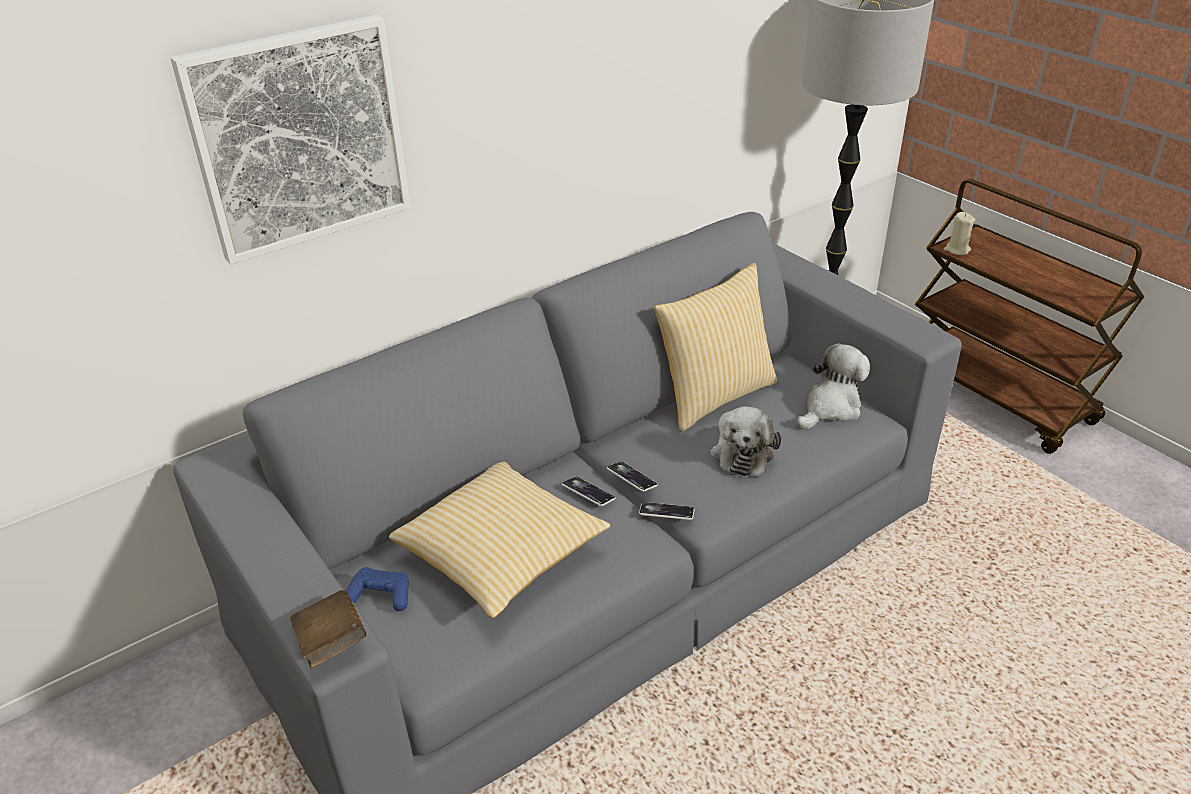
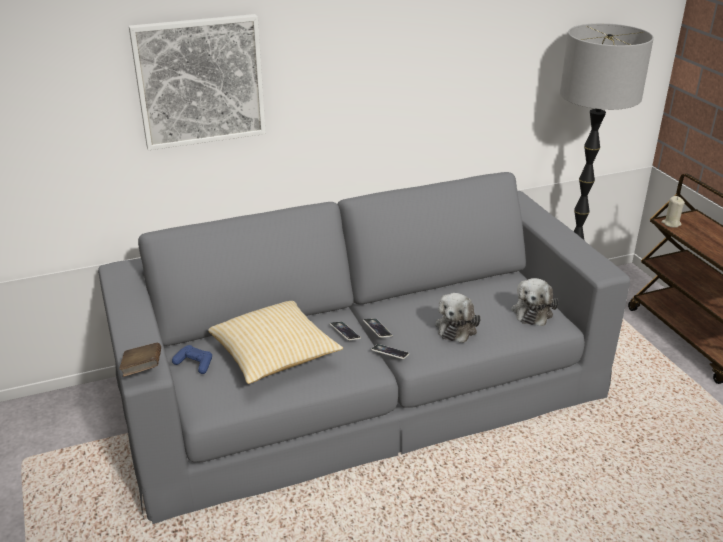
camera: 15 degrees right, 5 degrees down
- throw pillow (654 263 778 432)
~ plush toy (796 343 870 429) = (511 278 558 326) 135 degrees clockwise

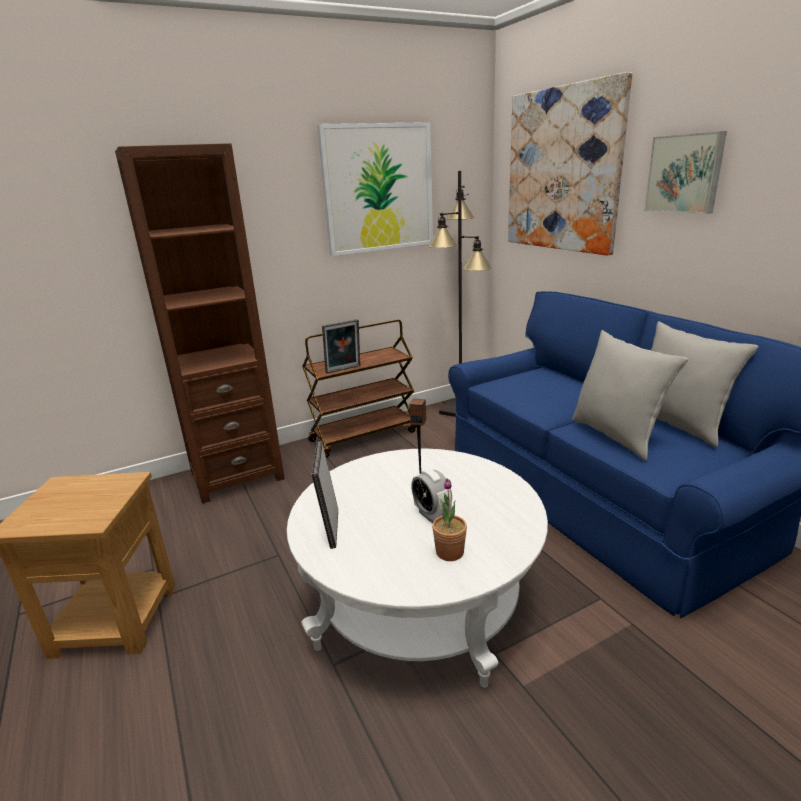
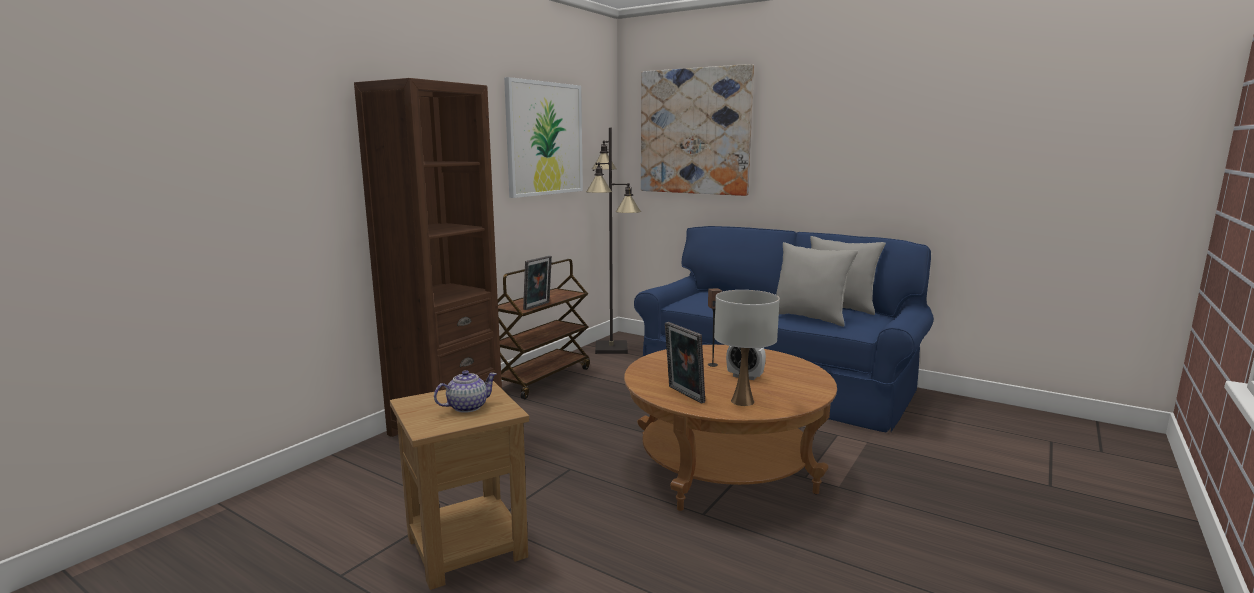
camera: 30 degrees left, 10 degrees down
- wall picture (644 131 727 214)
~ low table/white (287 449 548 688) to low table/brown (624 345 837 511)
- houseplant (432 479 467 561)
+ table lamp/white (714 290 780 406)
+ teapot (434 370 497 413)

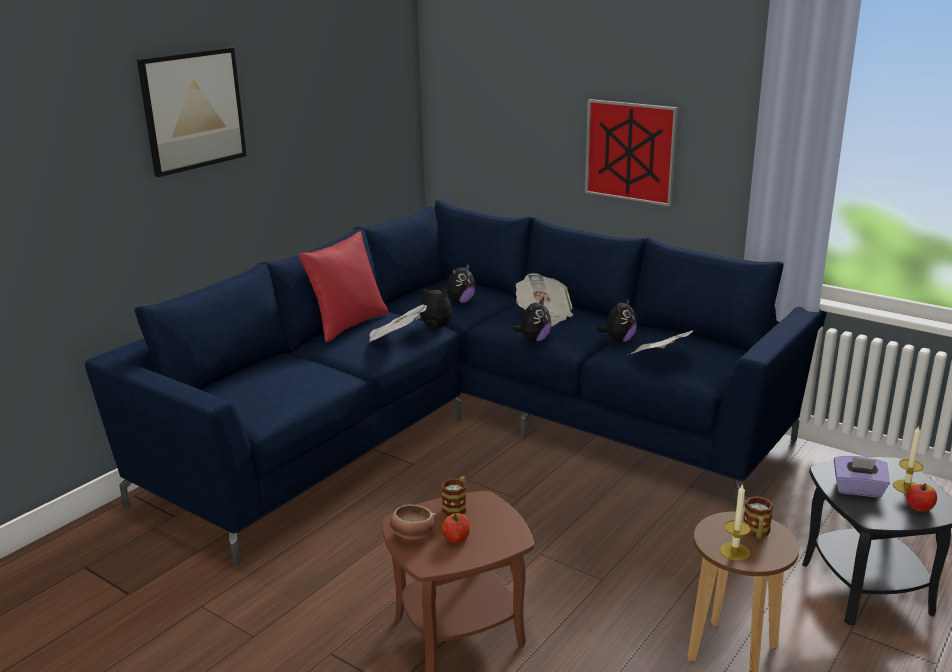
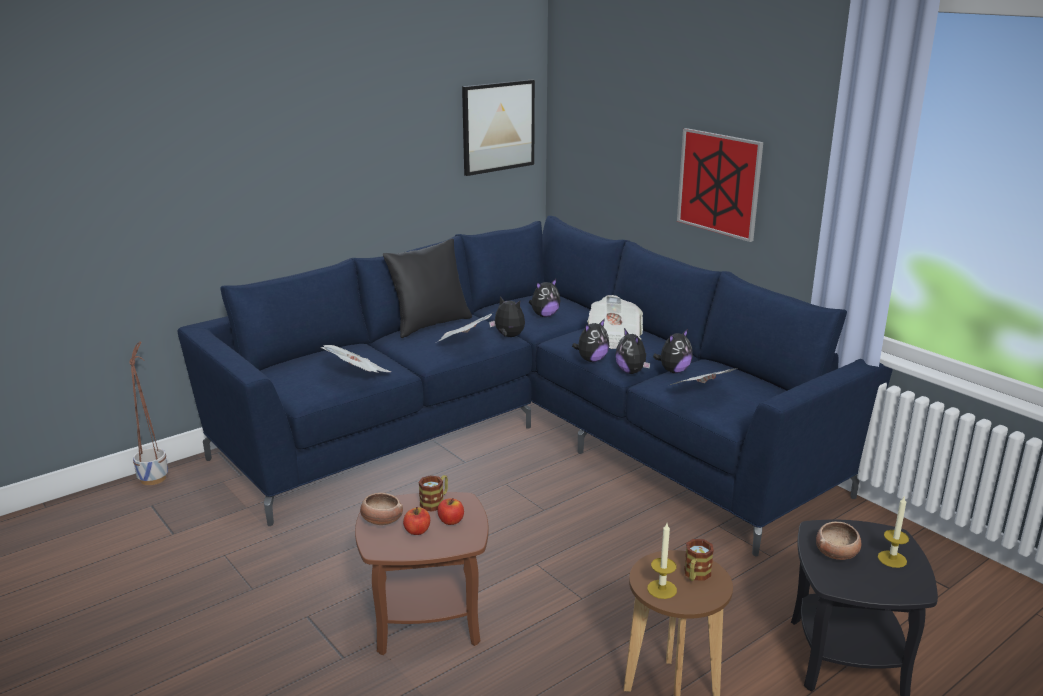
camera: 15 degrees right, 0 degrees up
~ wall picture (137 47 247 177) to (462 80 535 176)
~ throw pillow/reddish (299 231 388 343) to throw pillow/black-coloured (383 238 472 338)
~ box of tissues/purplish (834 456 890 497) to deep dish (816 522 861 560)
~ apple fruit (906 483 937 512) to (437 498 464 525)
+ plush toy (615 328 650 374)
+ flower pot (129 341 168 485)
+ printed paper (321 345 391 373)

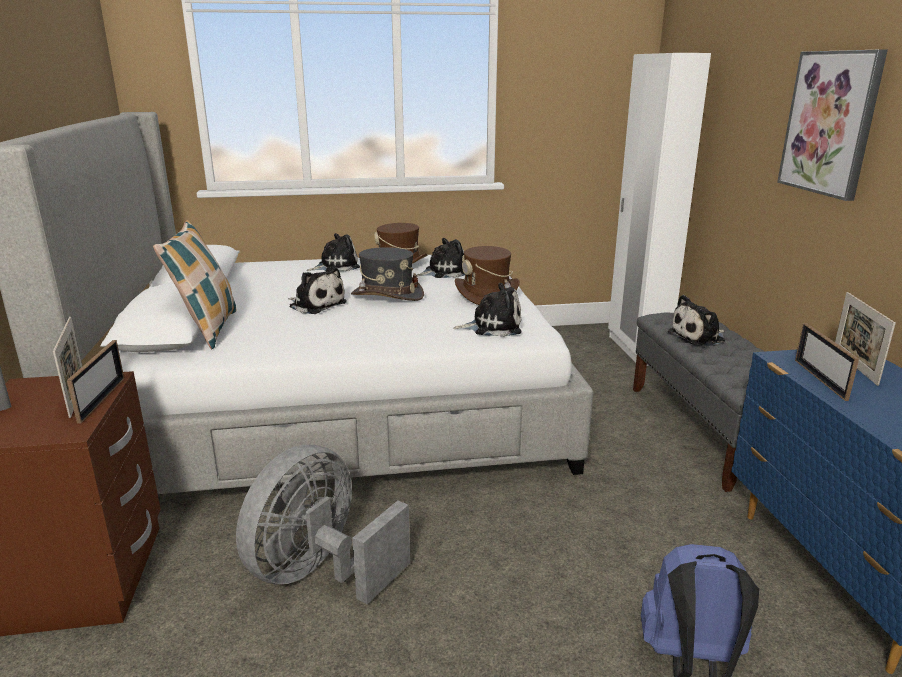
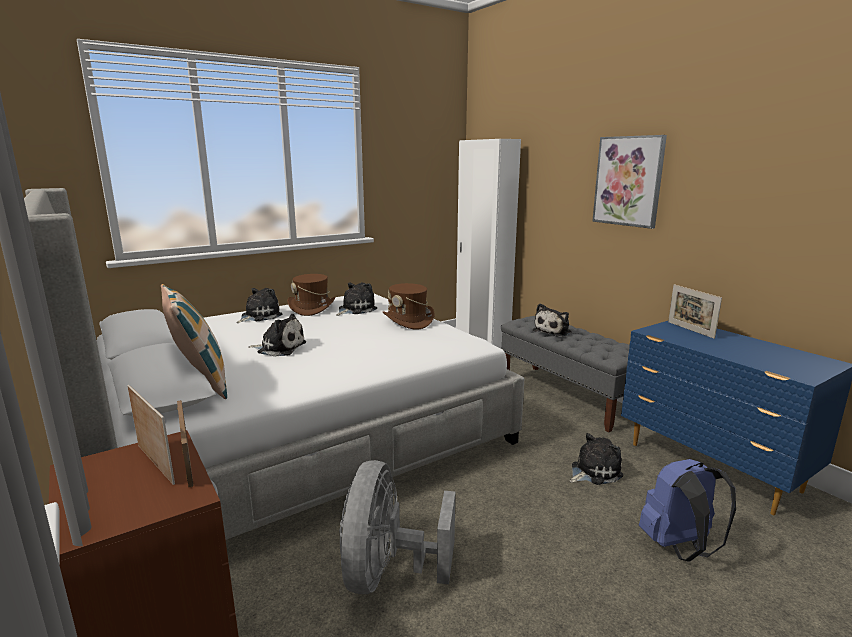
camera: 25 degrees left, 5 degrees down
- wearable hat/gray (351 247 424 301)
~ plush toy (453 283 522 337) to (570 433 623 485)
- standing frame (795 323 859 401)

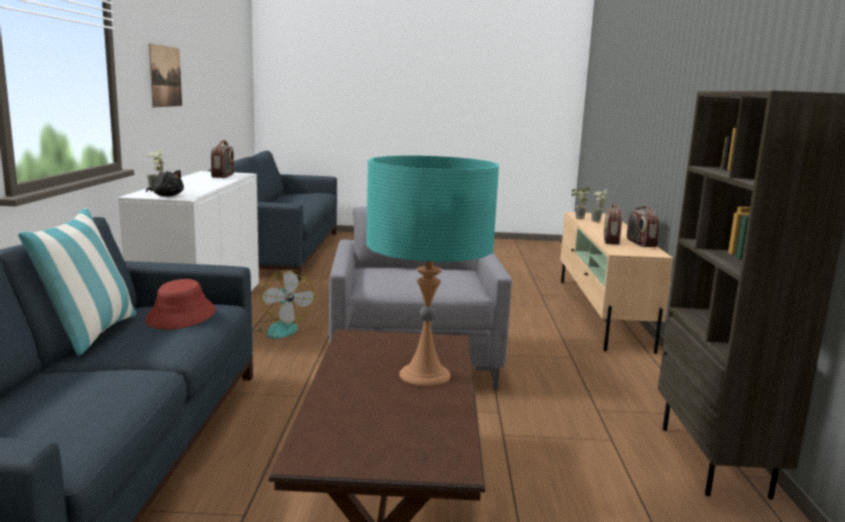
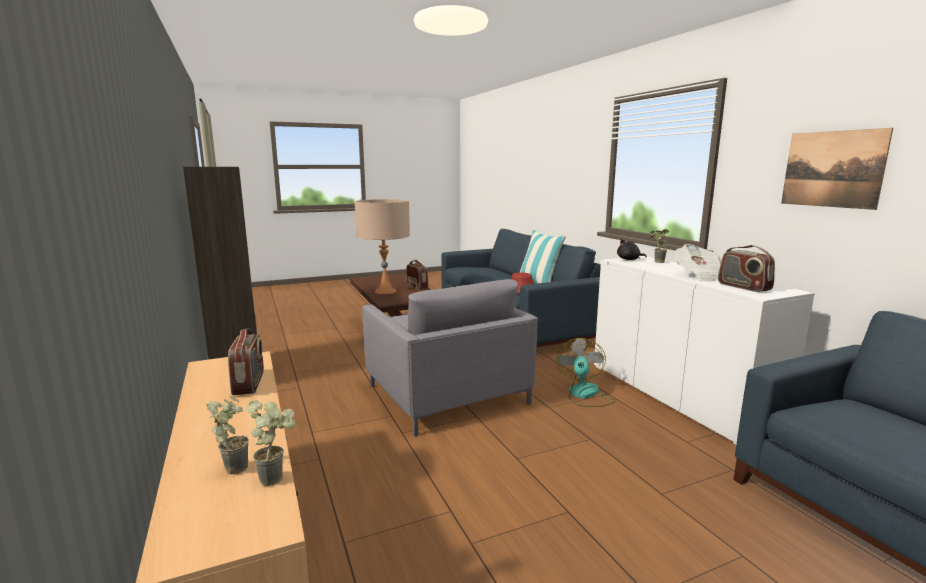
camera: 155 degrees right, 0 degrees up
~ table lamp/turquoise-coloured (366 155 499 386) to table lamp/beige (355 199 410 294)
~ radio (627 206 660 247) to (406 260 428 289)
~ cooling fan (252 270 315 339) = (556 338 615 407) 60 degrees clockwise
+ printed paper (676 244 721 282)

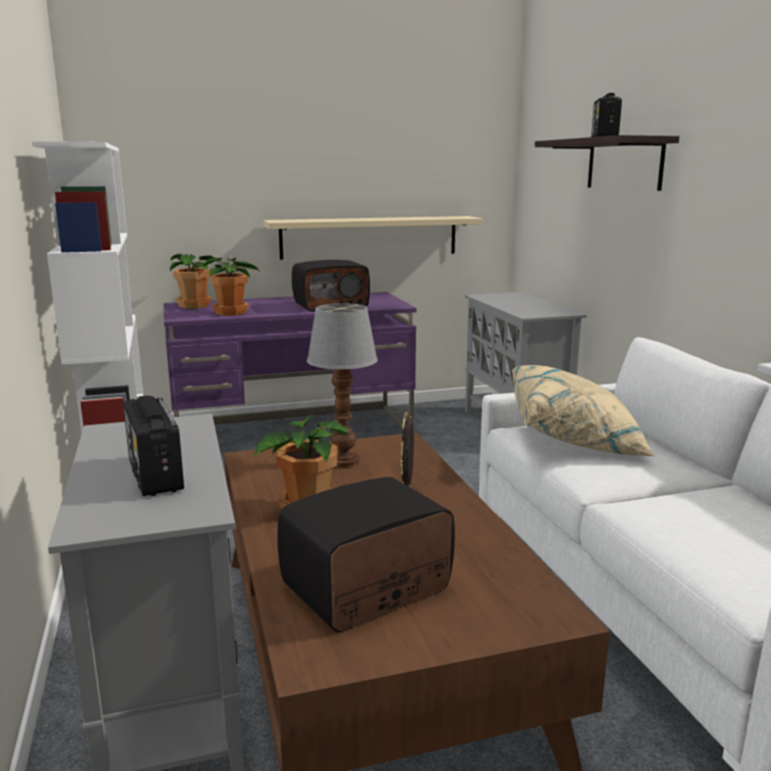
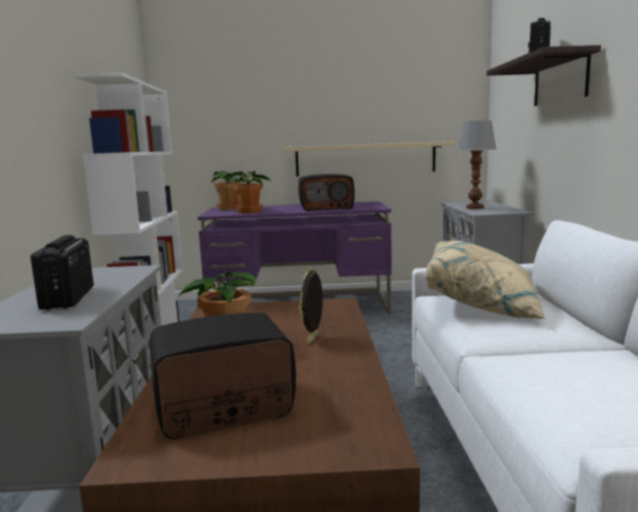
camera: 15 degrees right, 5 degrees down
~ table lamp (307 303 378 469) to (457 120 496 209)

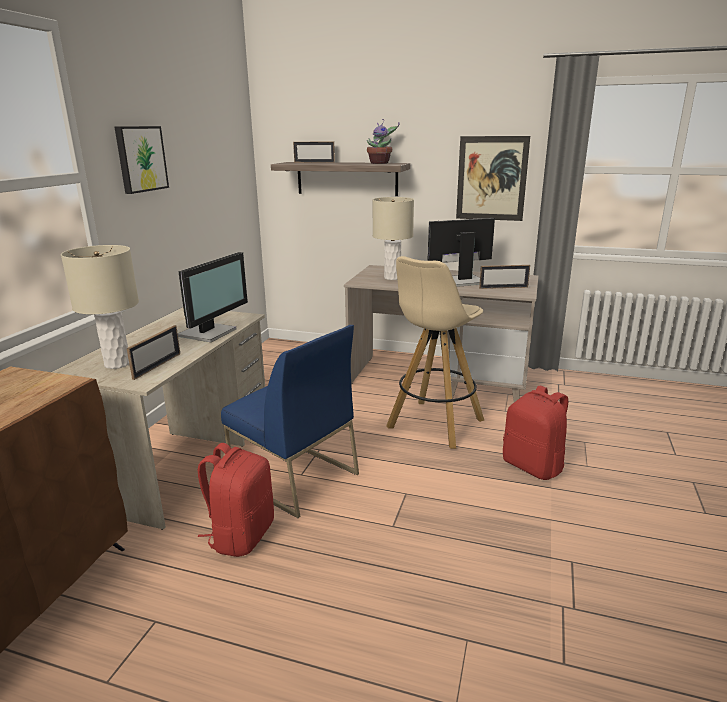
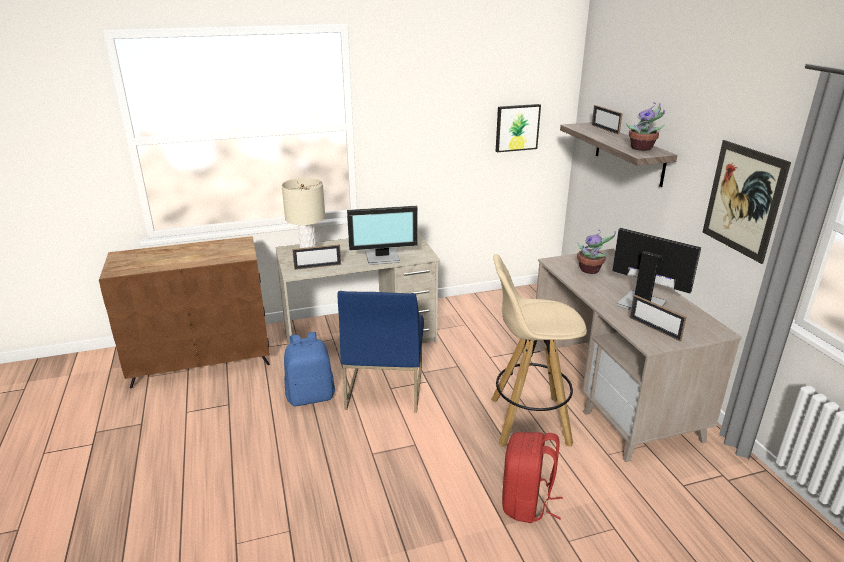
camera: 55 degrees right, 5 degrees up
~ wall picture (115 126 169 194) to (496 104 541 152)
~ table lamp/beige (373 197 414 280) to houseplant (577 230 616 274)
~ backpack/reddish (198 443 274 557) to backpack/blue (284 332 335 406)

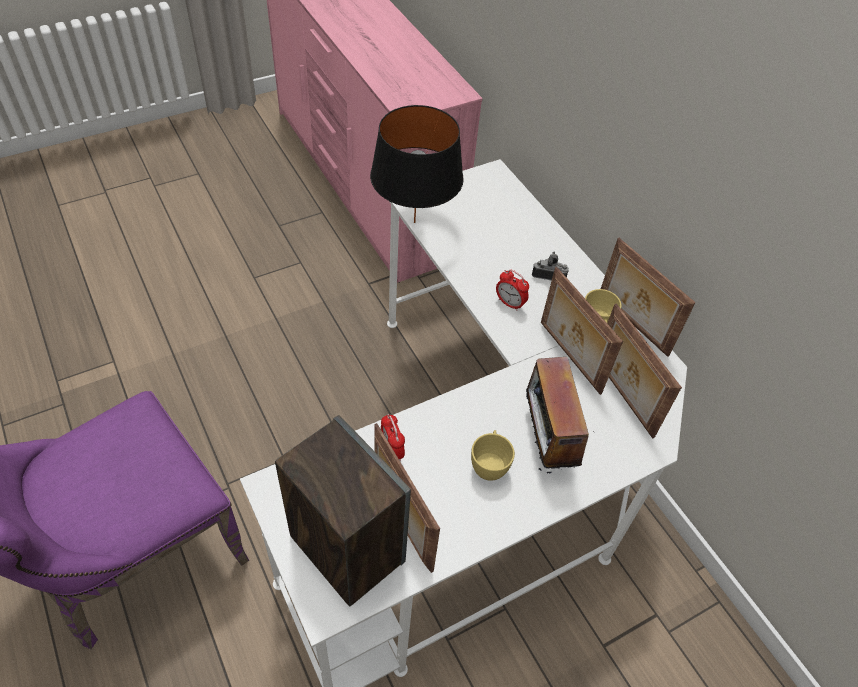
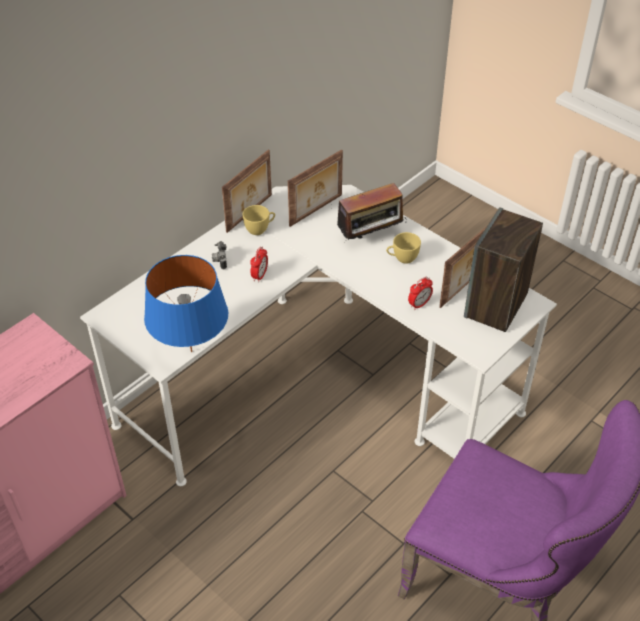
camera: 105 degrees left, 5 degrees down
~ table lamp/black-coloured (370 105 464 223) to table lamp/blue (144 255 228 352)
- standing frame (541 267 623 395)

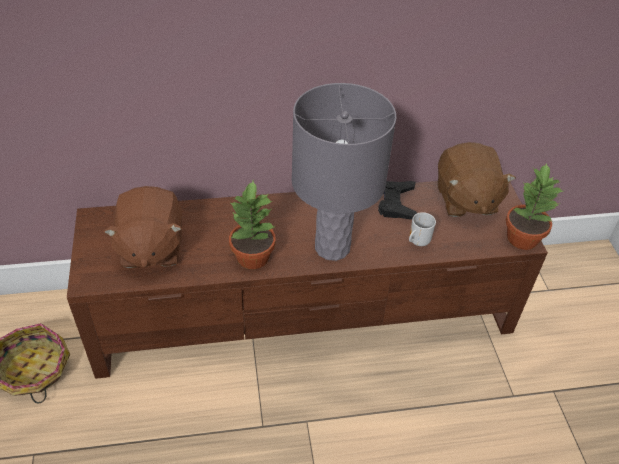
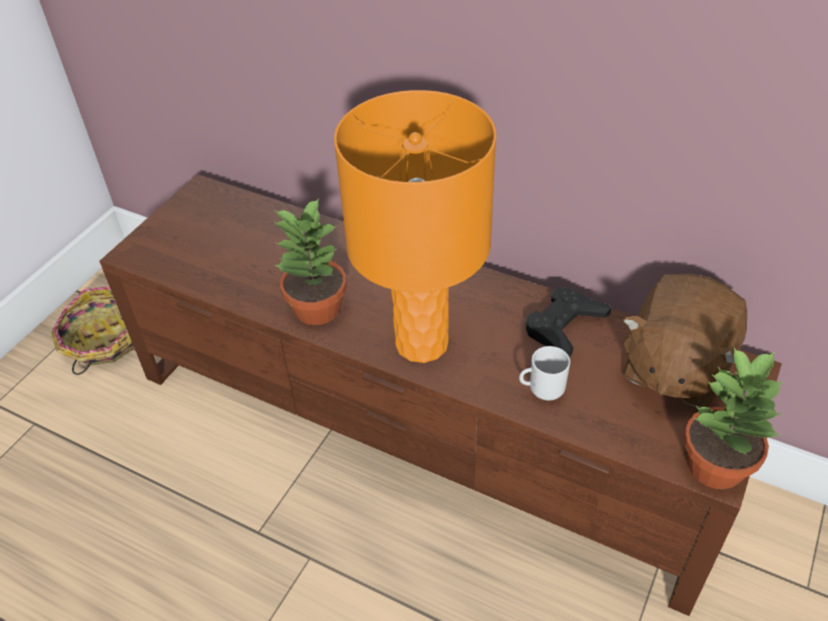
camera: 40 degrees right, 0 degrees up
~ table lamp/gray (292 83 396 261) to table lamp/orange (334 90 496 363)
- plush toy/brown (104 186 182 268)

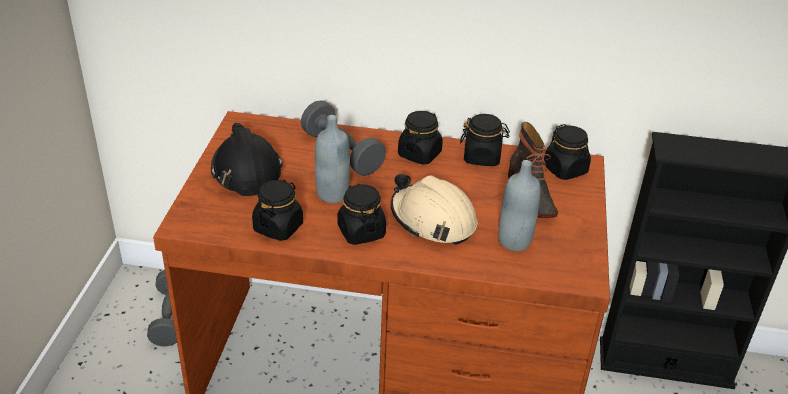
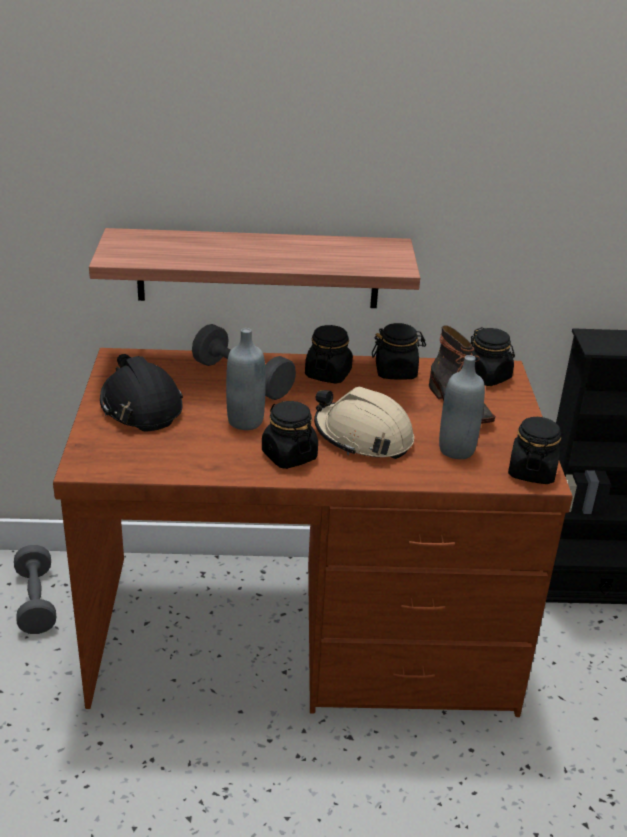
camera: 10 degrees left, 5 degrees down
~ preserve jar/black-coloured (252 180 303 241) to (508 416 561 484)
+ bracket shelf (89 228 420 308)

